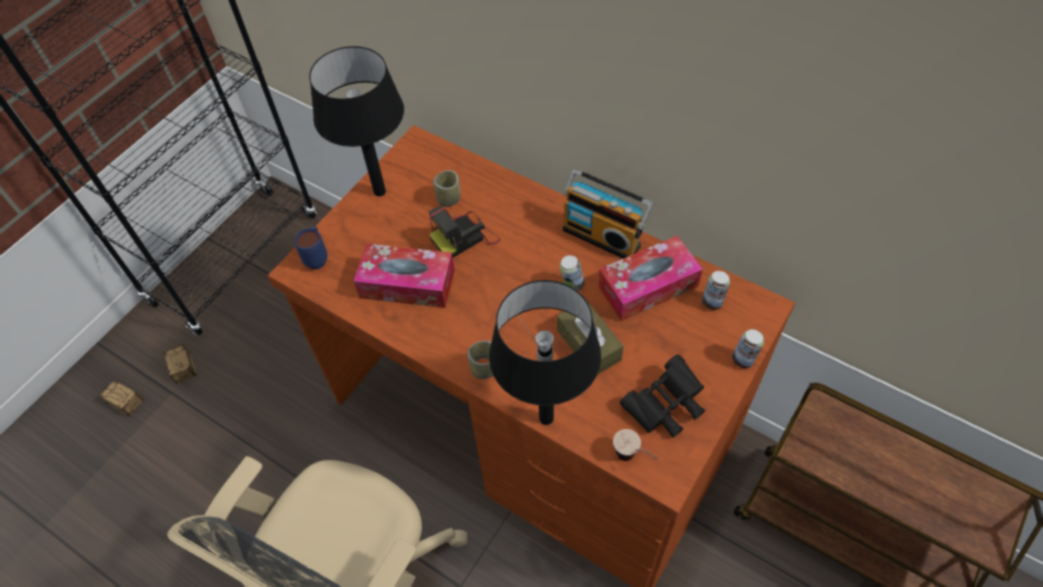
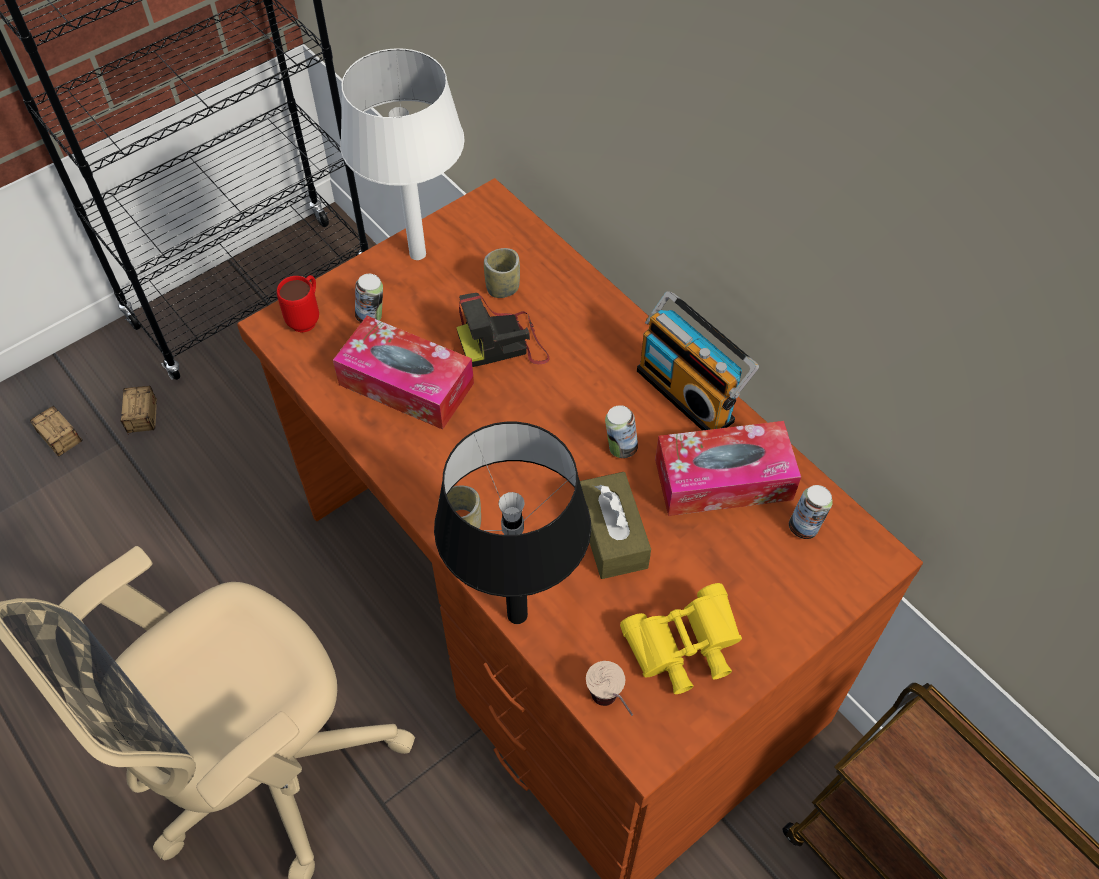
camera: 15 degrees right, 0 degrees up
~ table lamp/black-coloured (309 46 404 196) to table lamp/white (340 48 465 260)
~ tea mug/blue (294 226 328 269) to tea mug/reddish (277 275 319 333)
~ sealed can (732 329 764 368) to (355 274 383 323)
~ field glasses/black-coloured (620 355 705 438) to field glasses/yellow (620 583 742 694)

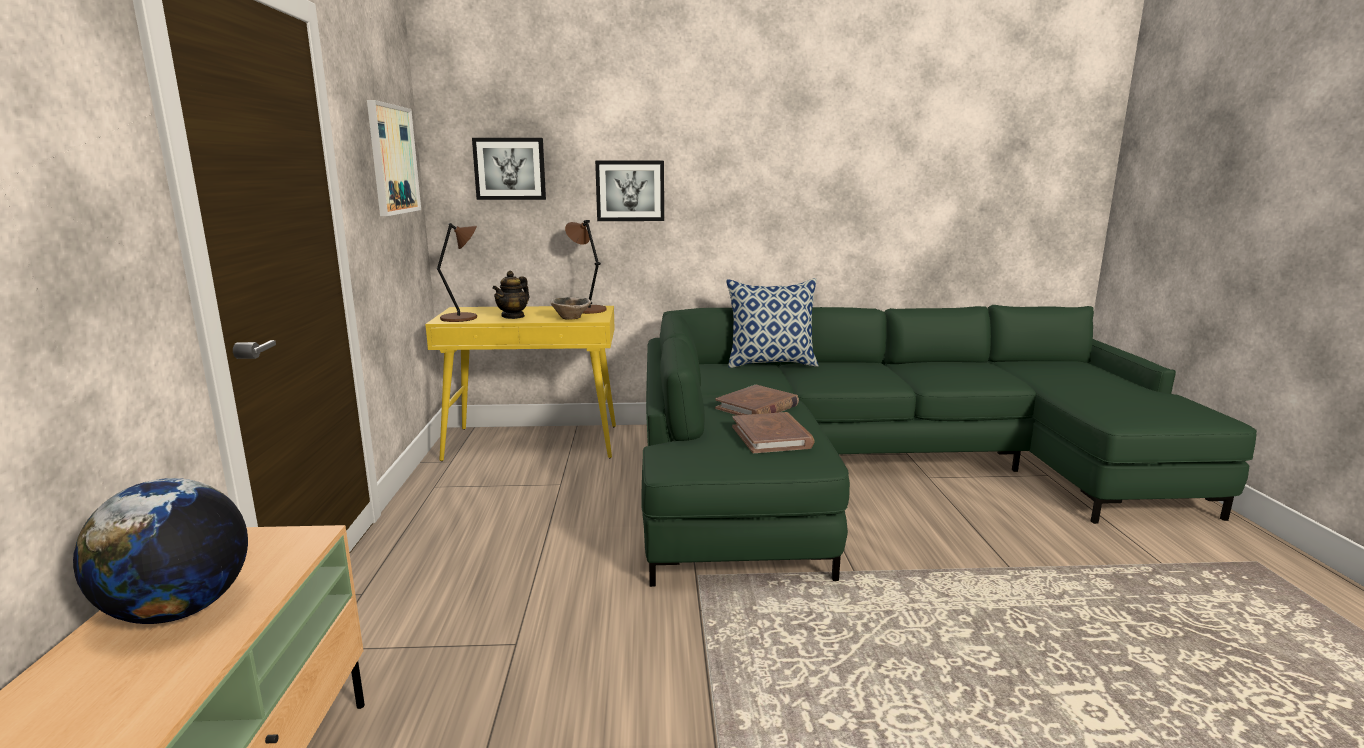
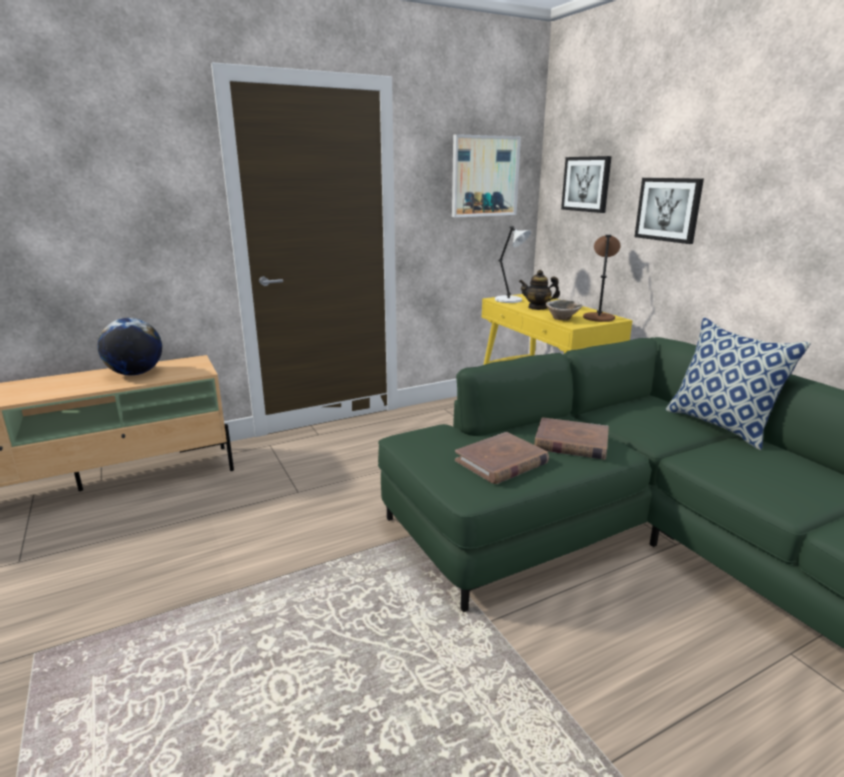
camera: 65 degrees right, 5 degrees up
~ table lamp/brown (437 223 477 322) to table lamp/white (495 226 531 303)

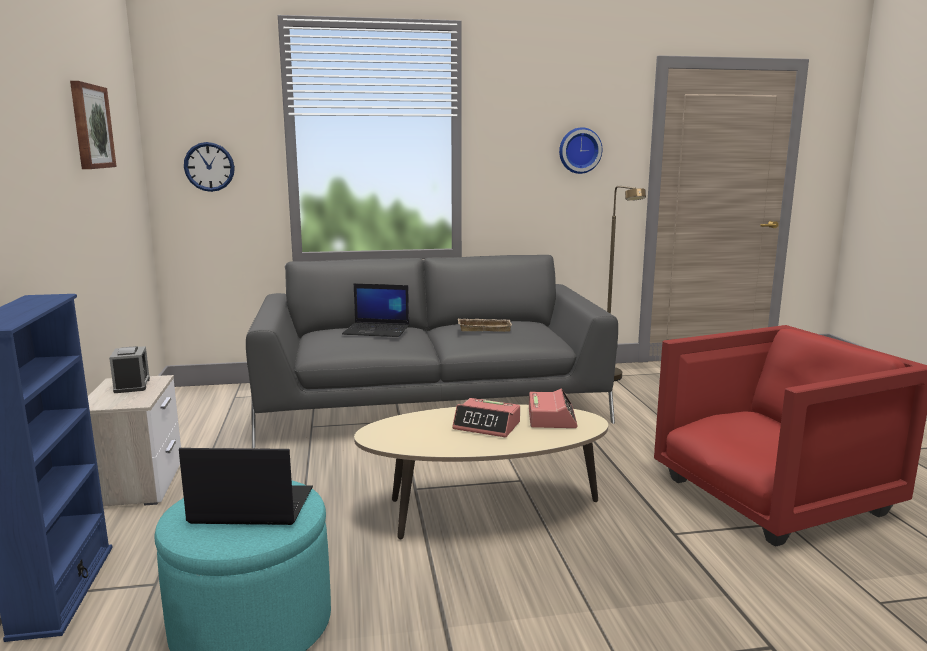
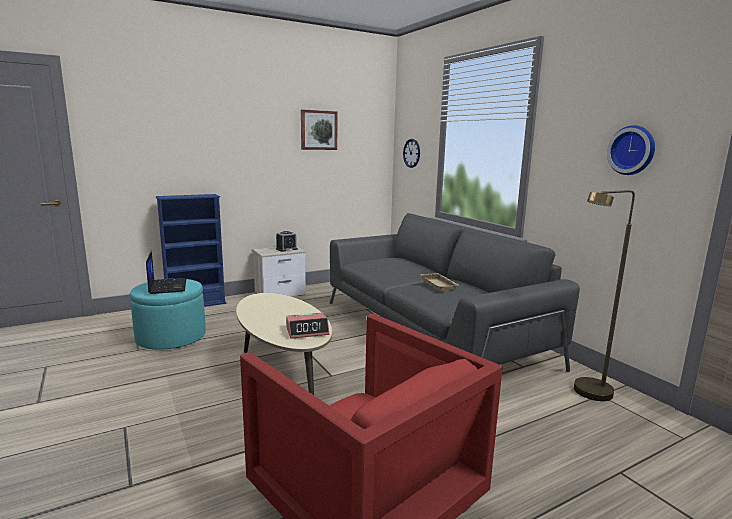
camera: 70 degrees right, 0 degrees up
- notebook computer (342 284 409 337)
- alarm clock (452 398 520 437)

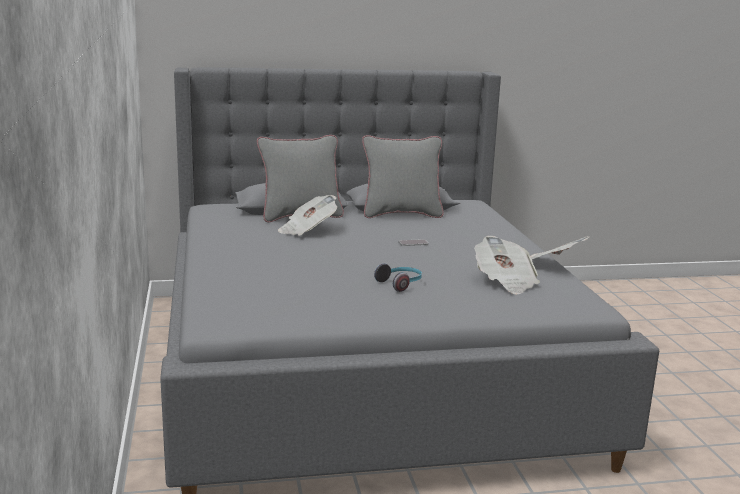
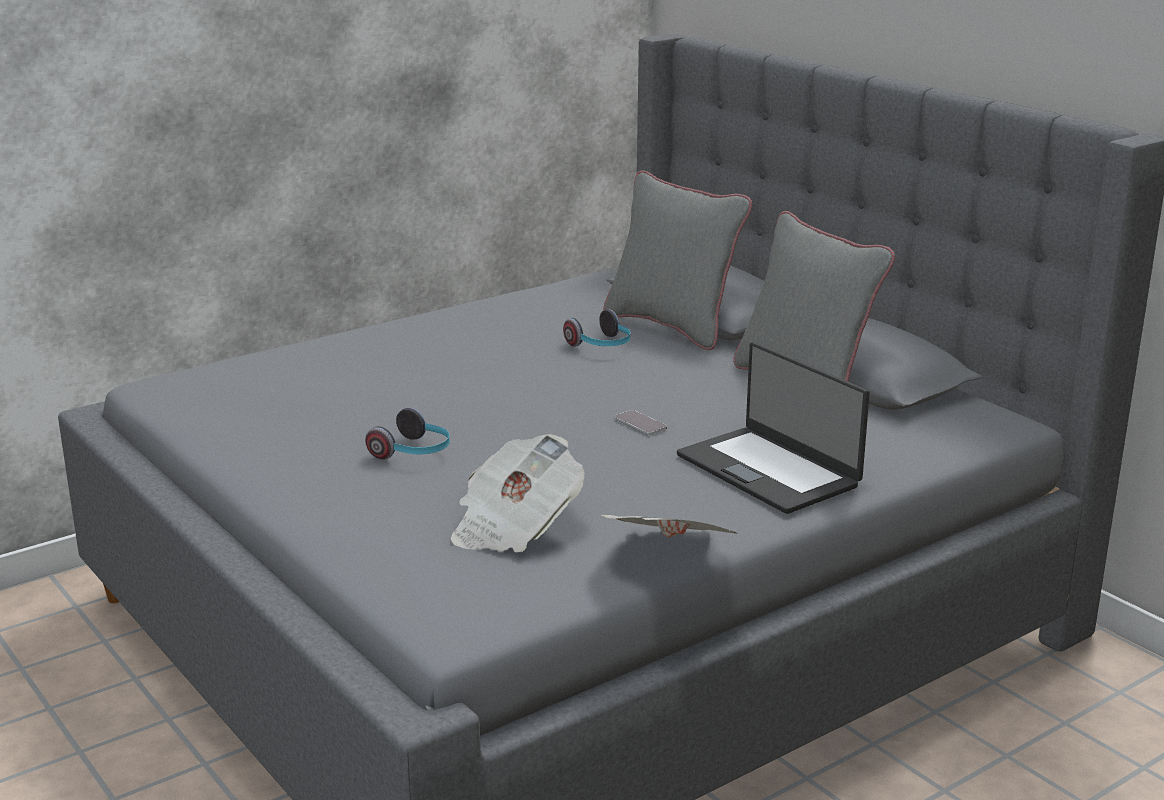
camera: 65 degrees right, 5 degrees up
~ printed paper (278 195 337 236) to pair of headphones (563 309 631 347)
+ notebook computer (677 342 870 514)

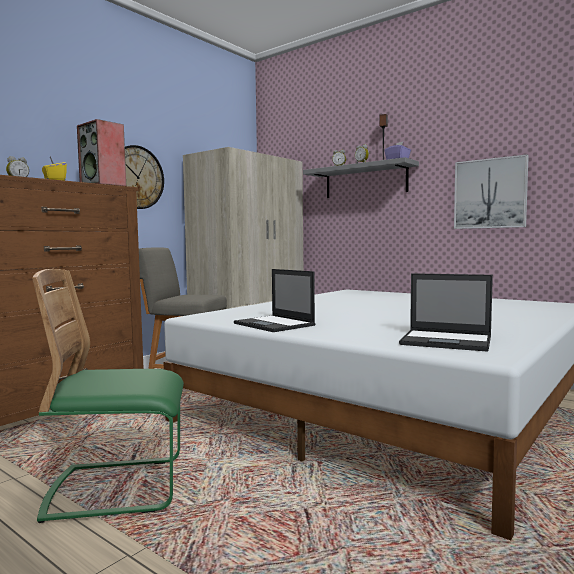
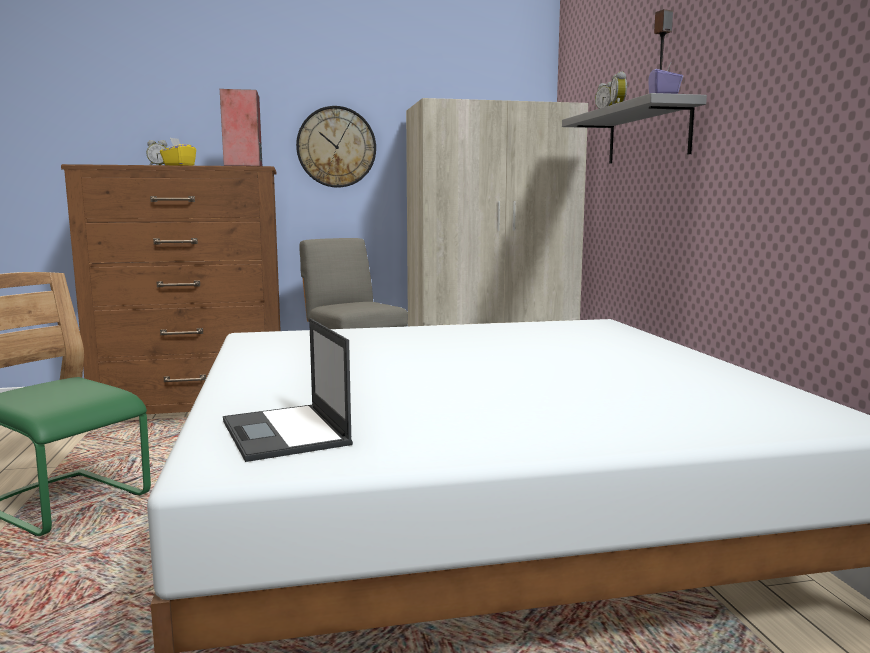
camera: 40 degrees right, 5 degrees up
- wall picture (454 154 529 229)
- notebook computer (234 269 315 332)

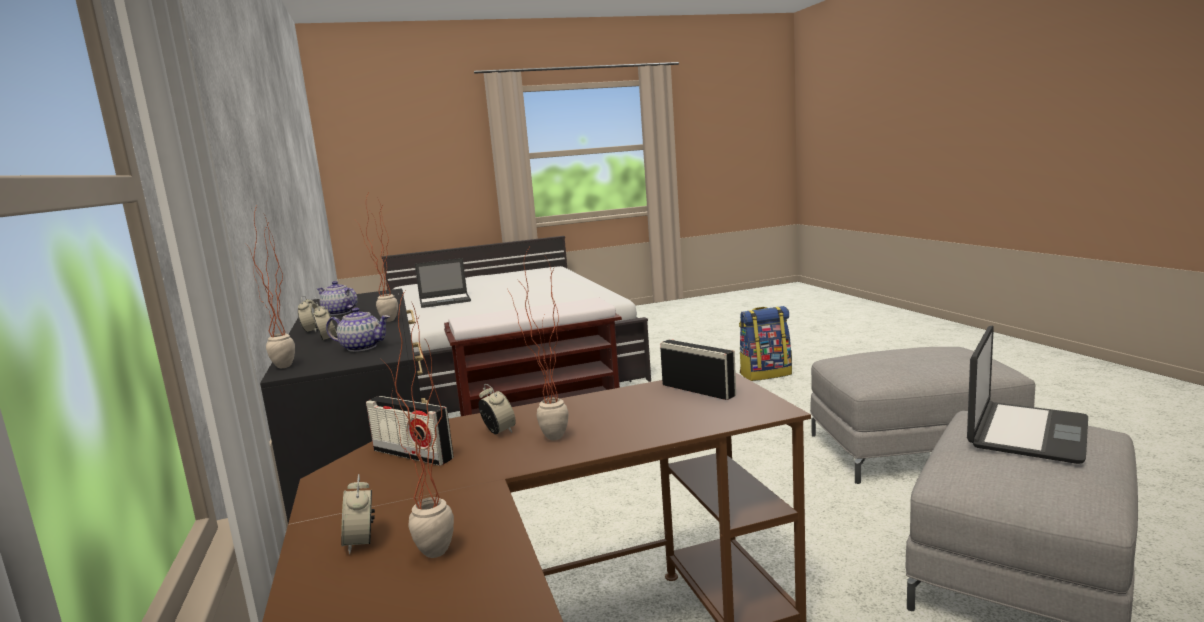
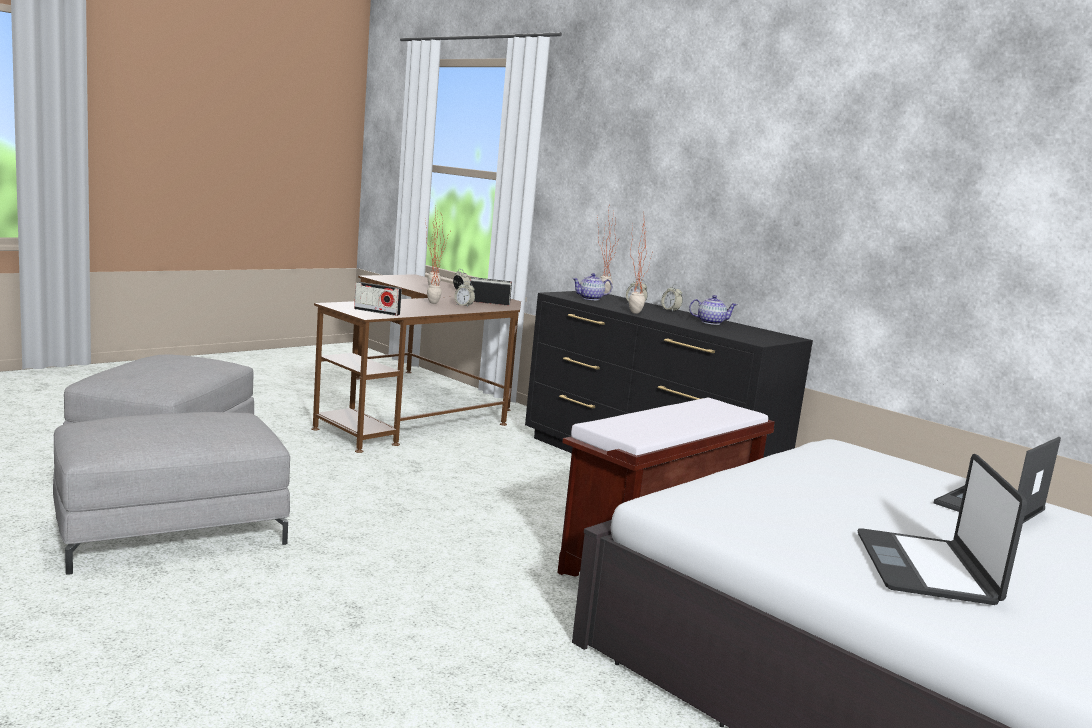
camera: 150 degrees right, 0 degrees up
- backpack (739 306 792 381)
~ notebook computer (967 325 1088 464) to (857 454 1027 605)

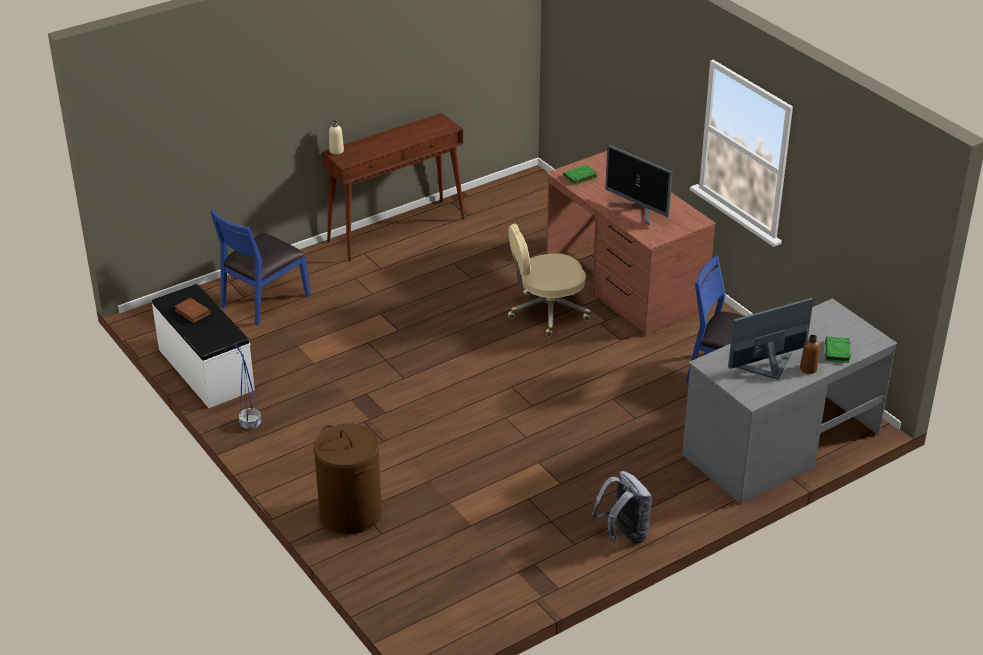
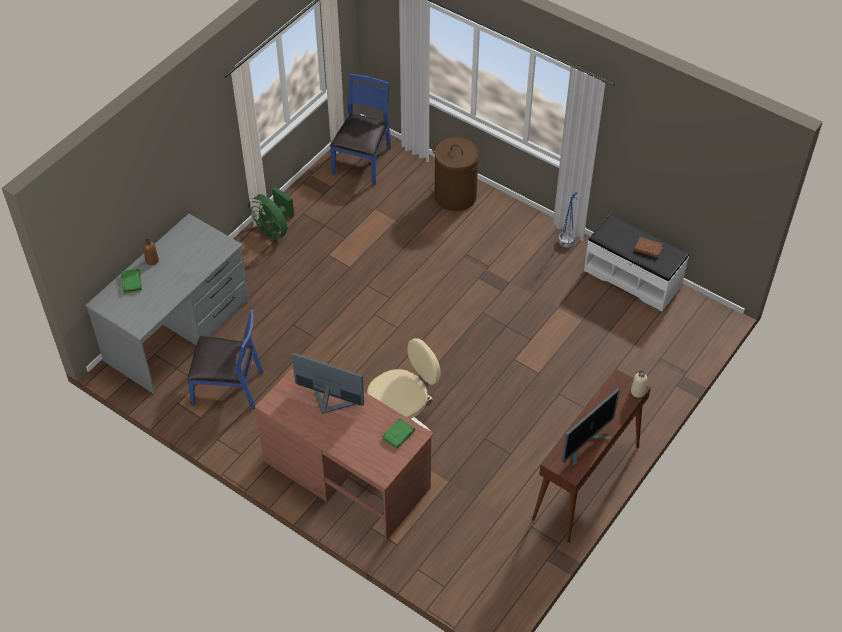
camera: 160 degrees right, 15 degrees up
~ upright chair/blue (210 210 310 326) to (330 73 391 185)
~ computer screen (728 298 813 380) to (561 388 620 466)
~ backpack/gray (592 471 653 544) to cooling fan/green-coloured (248 187 294 239)

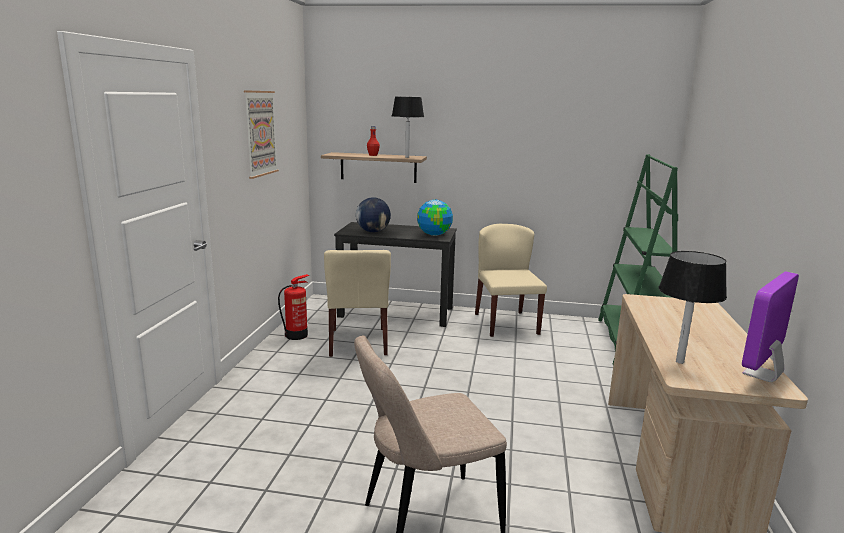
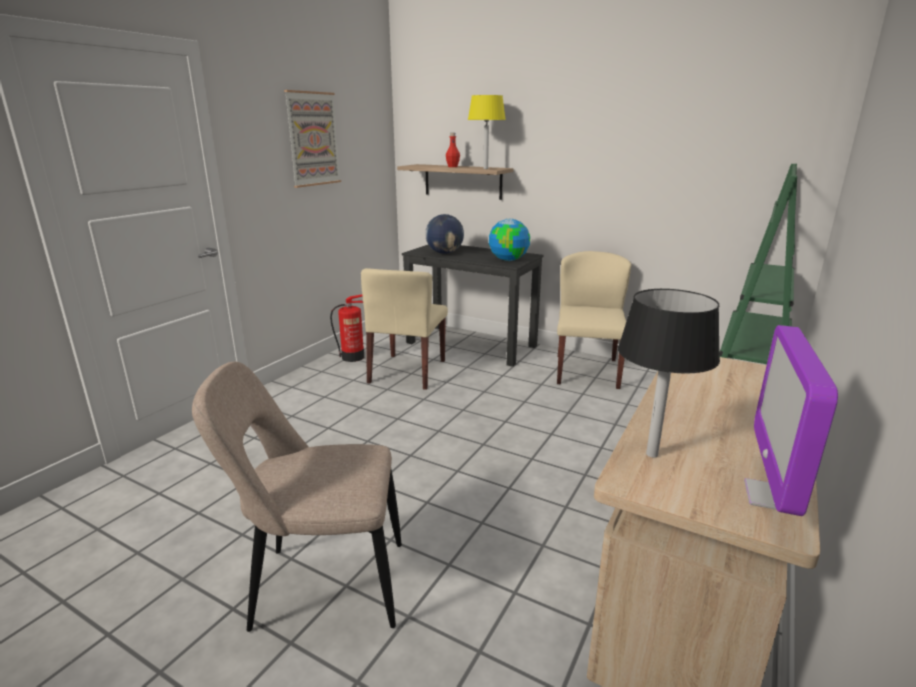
camera: 20 degrees right, 5 degrees up
~ table lamp/black-coloured (392 96 424 158) to table lamp/yellow (468 95 506 169)
~ computer screen (742 271 799 382) = (744 325 838 516) 45 degrees counterclockwise

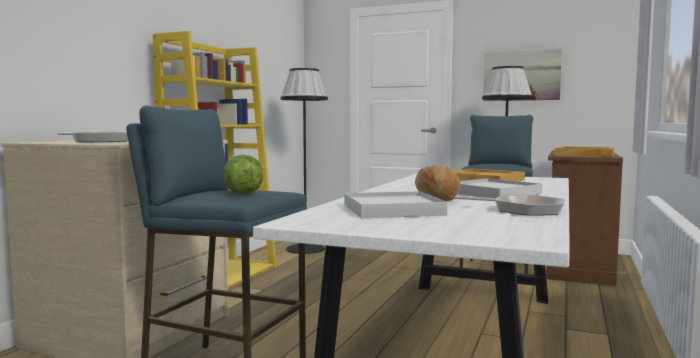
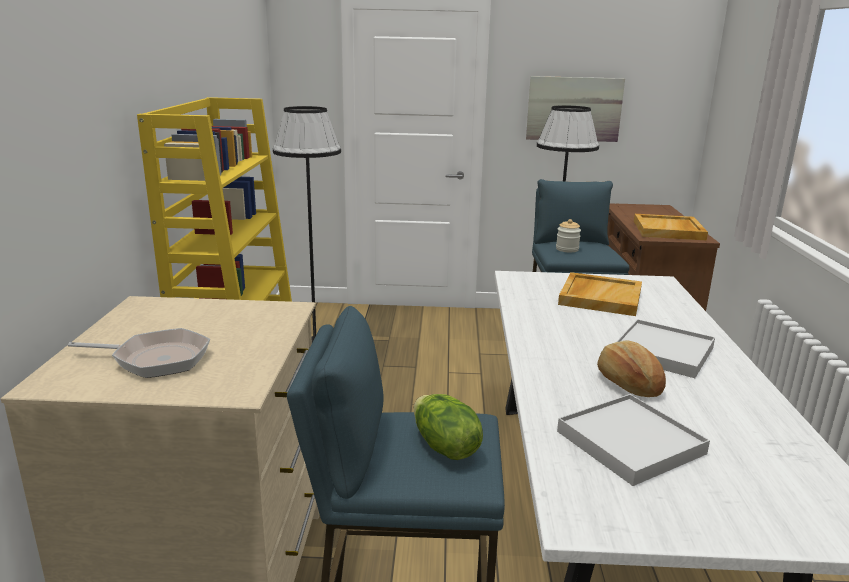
camera: 20 degrees left, 15 degrees up
- pan (455 195 565 216)
+ preserve jar (556 219 581 252)

